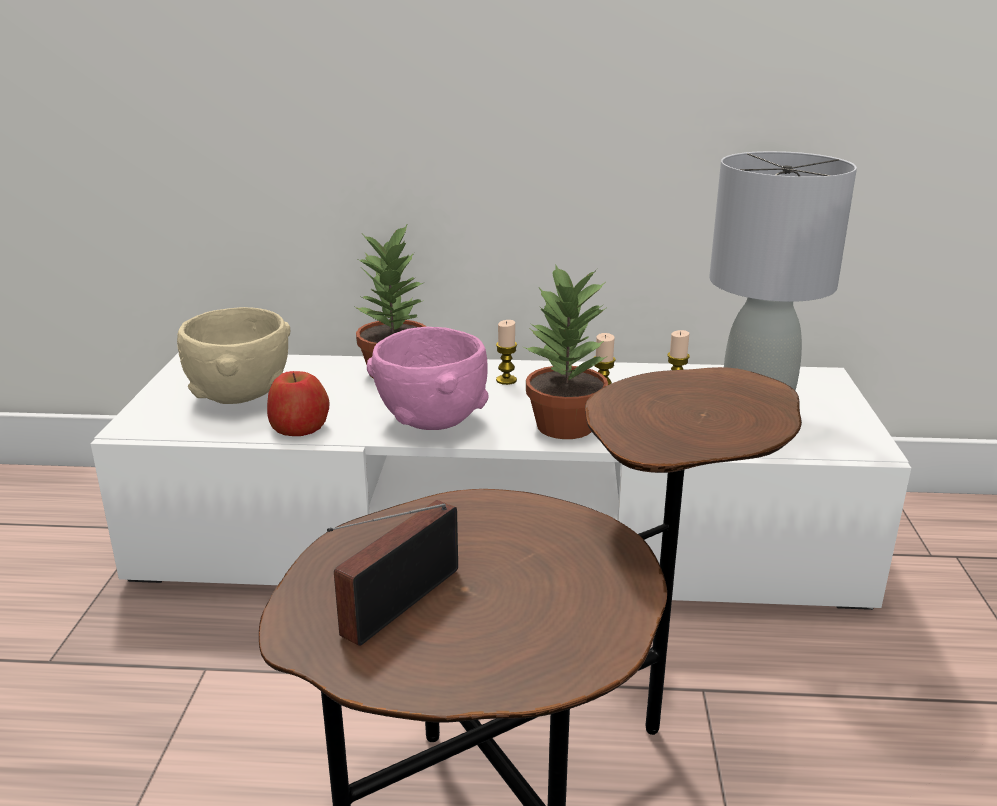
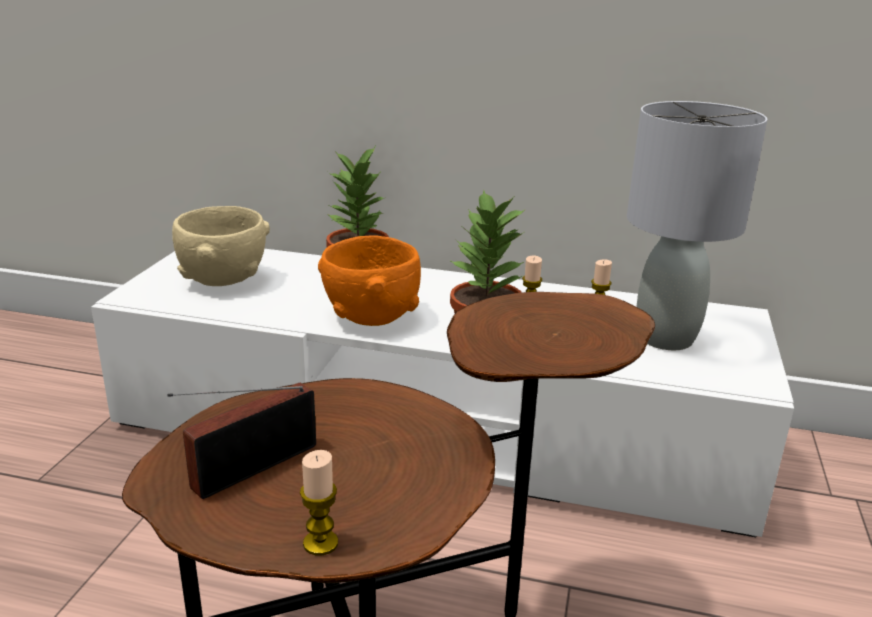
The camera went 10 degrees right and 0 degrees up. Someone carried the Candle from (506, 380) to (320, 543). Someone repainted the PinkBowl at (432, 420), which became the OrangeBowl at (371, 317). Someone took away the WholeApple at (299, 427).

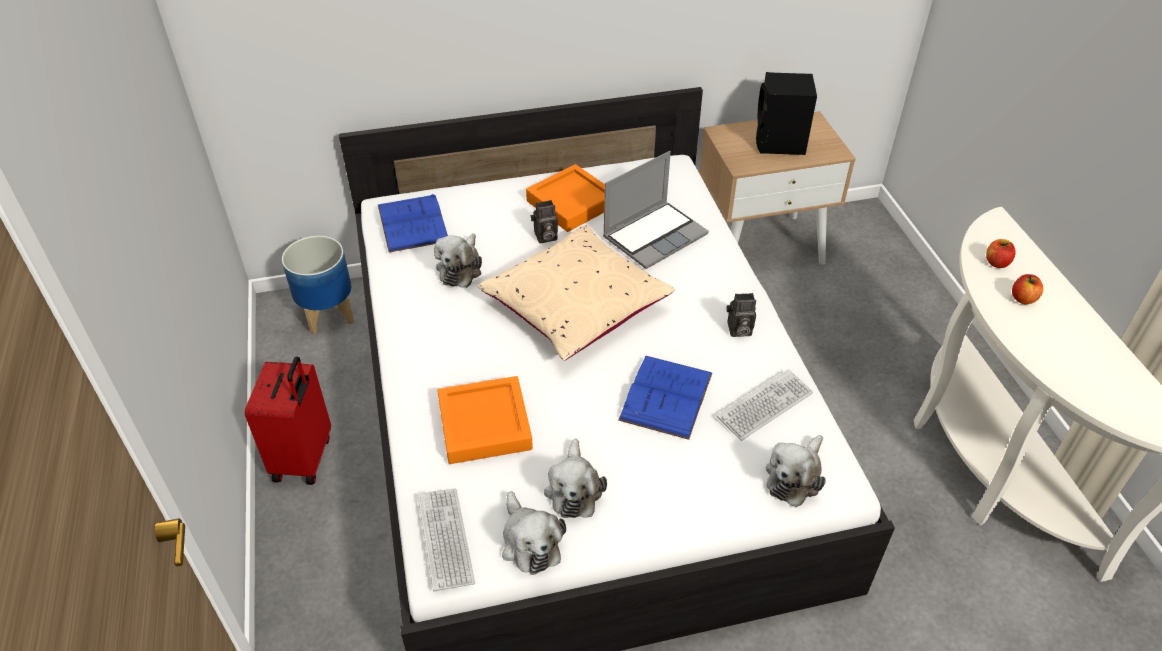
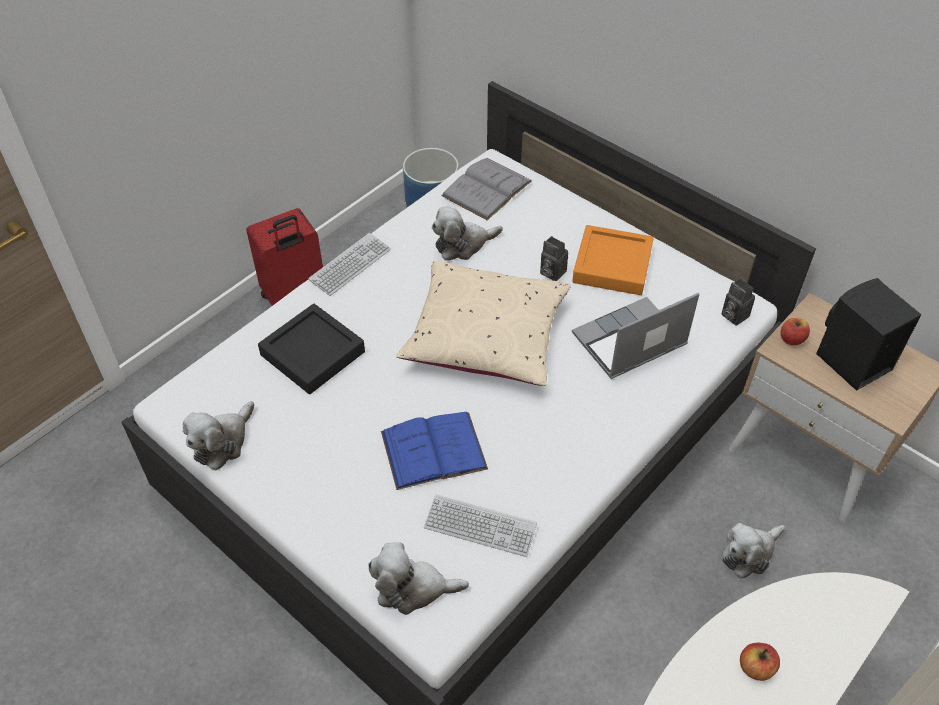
The camera went 55 degrees right and 5 degrees up. Someone rotated the NotebookComputer at (655, 235) by 135 degrees clockwise. Someone repainted the BluishBoundBook at (412, 223), which became the GreyBoundBook at (487, 188). Someone carried the WholeApple from (996, 262) to (791, 339). Someone carried the StillCamera from (738, 330) to (732, 315). Someone repainted the OrangeCarryingTray at (485, 425), which became the BlackColouredCarryingTray at (312, 353). Someone carried the CuddlyToy from (573, 489) to (749, 553). Someone carried the PcKeyboard from (445, 539) to (350, 265).

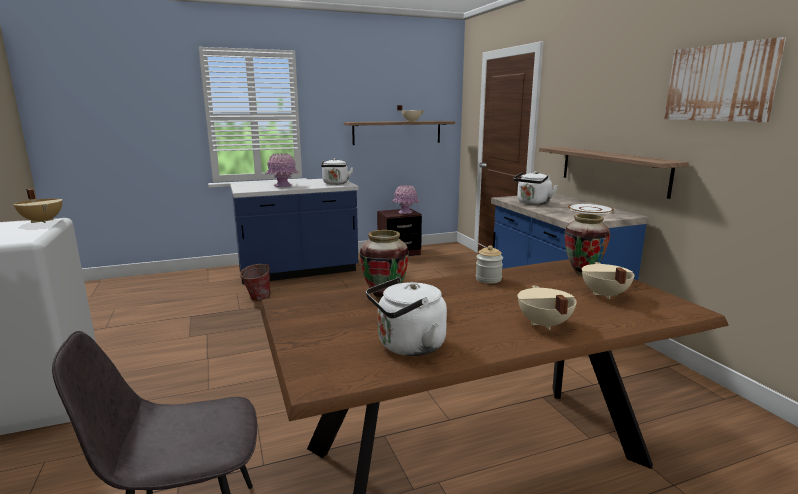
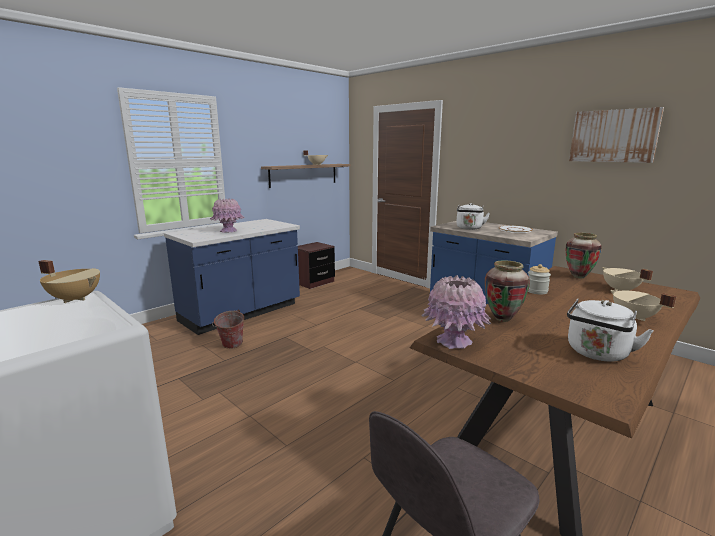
The camera went 25 degrees left and 0 degrees up. Someone took away the BracketShelf at (612, 170). Someone took away the WhitishWaterKettle at (335, 183). Someone carried the PinkFlowerVase from (405, 212) to (453, 341).

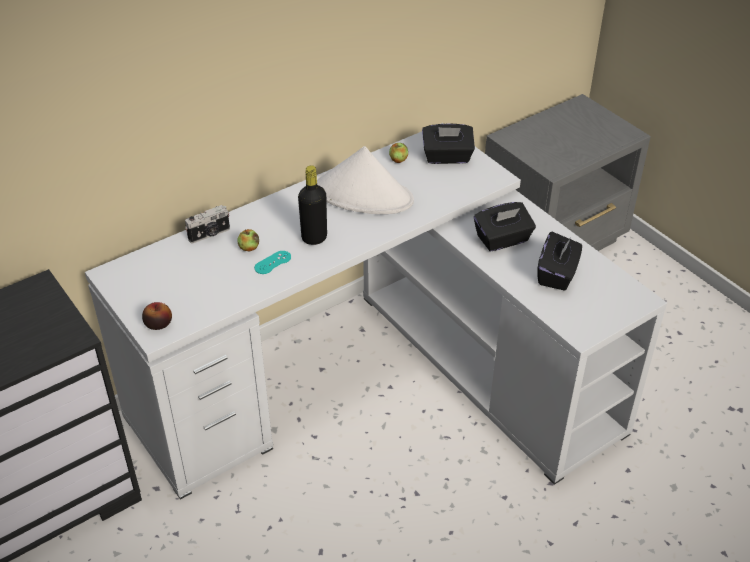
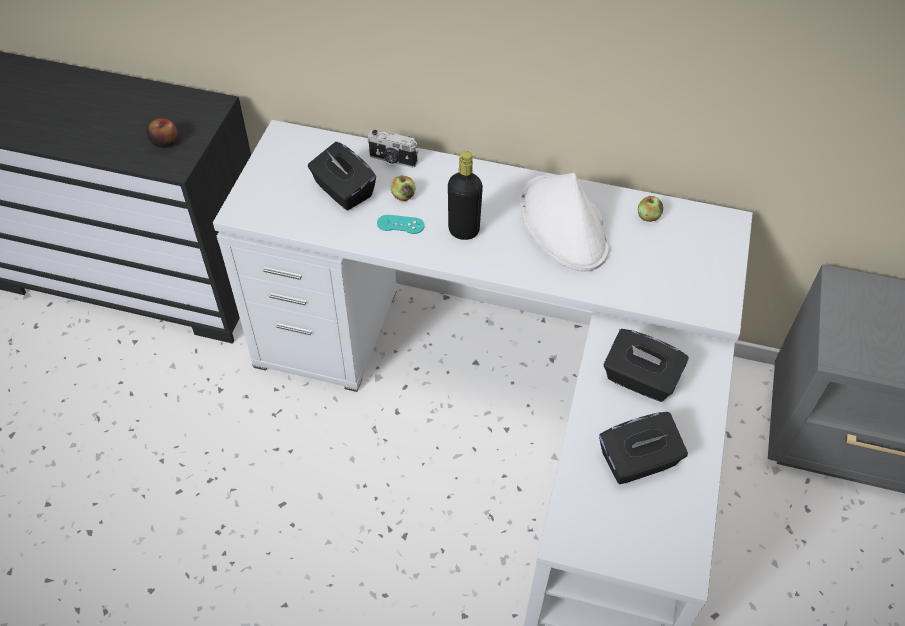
The camera went 50 degrees right and 10 degrees up. Someone carried the BlackColouredTissueHolder from (447, 157) to (343, 191). Someone carried the WholeApple from (158, 324) to (165, 141).

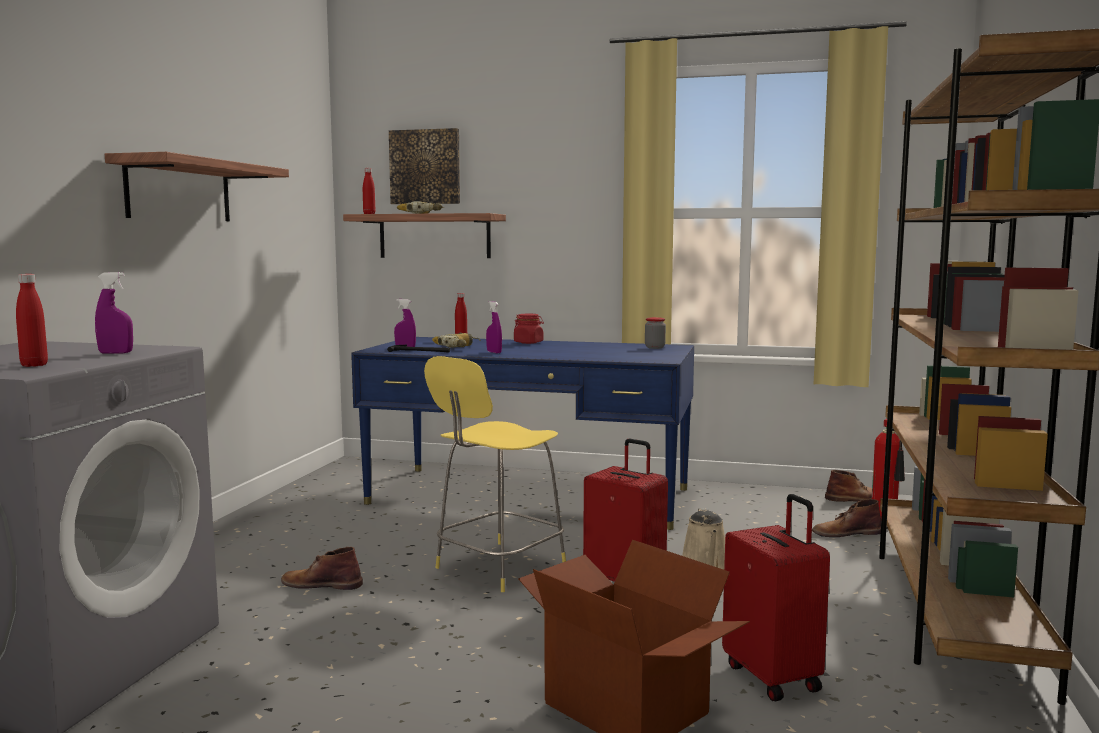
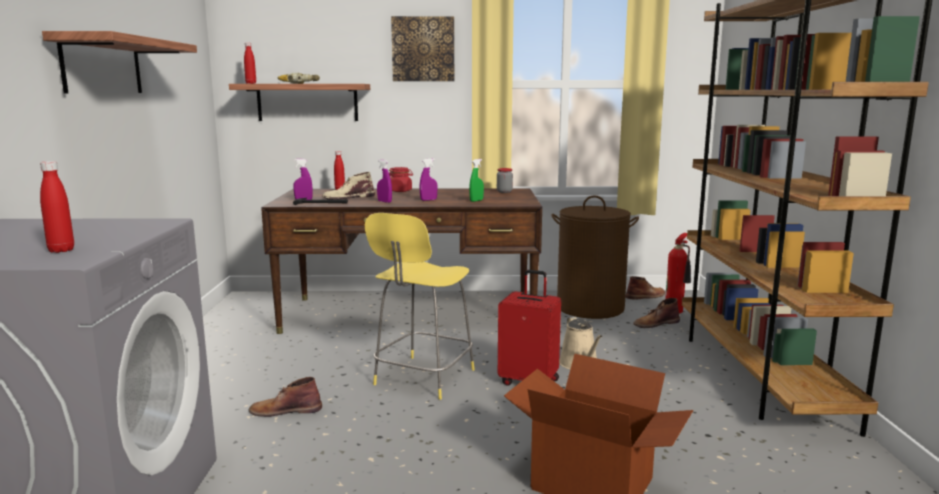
The camera went 15 degrees left and 5 degrees up. Someone carried the WallArt from (425, 167) to (423, 49). Someone carried the PurplishSprayer from (115, 353) to (428, 200). Someone swapped the ElectricDrill at (459, 346) for the BeigeTallBoot at (348, 197). Someone repainted the BluishDeskTable at (529, 496), which became the BrownishDeskTable at (410, 314). Someone took away the RedColouredSuitcase at (774, 677). Someone put down the GreenSprayer at (476, 200). Someone put down the BrownishHamper at (590, 307).

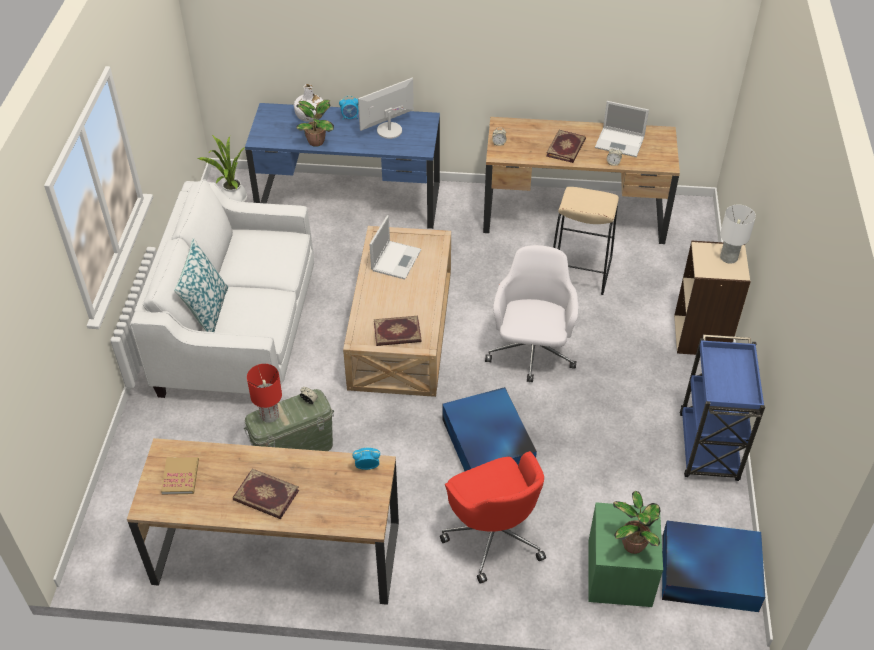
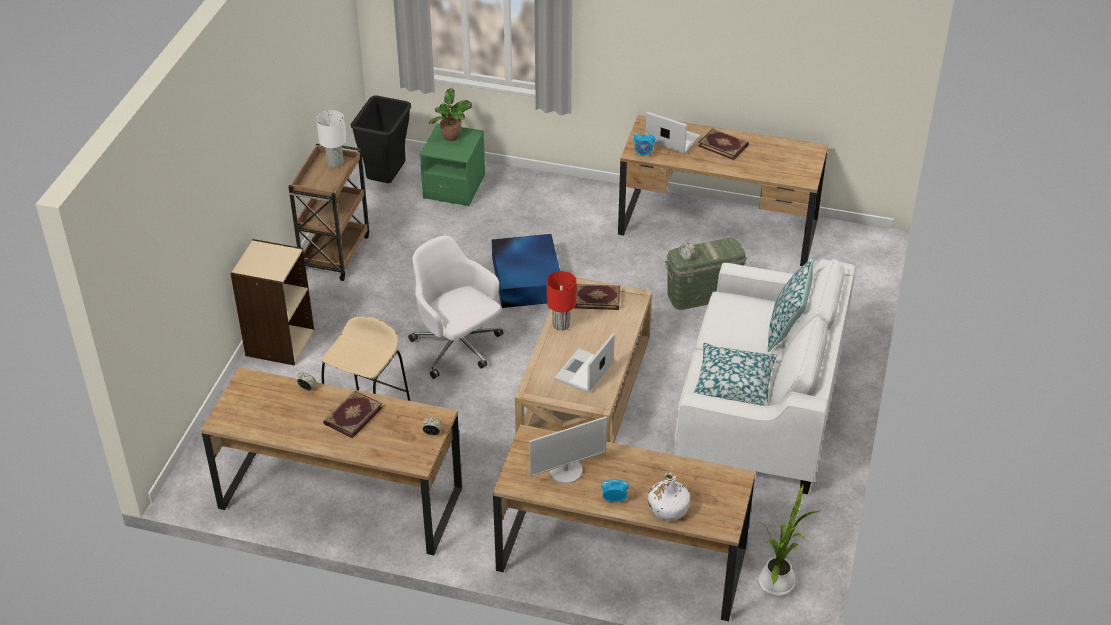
The camera went 170 degrees left and 5 degrees down. Someone took away the Houseplant at (317, 141). Someone carried the NotebookComputer from (620, 142) to (671, 139). Someone repainted the BluishDeskTable at (349, 200), which became the BrownishDeskTable at (621, 559). Someone carried the WhitishTableLamp from (729, 258) to (334, 162). Someone rotated the WhitishComputerChair at (531, 353) by 120 degrees clockwise. Someone repainted the BluishCart at (708, 449), which became the BrownishCart at (335, 253). Someone carried the RedColouredTableLamp from (270, 415) to (561, 325). Someone took away the RedColouredComputerChair at (494, 534). Someone took away the BoundBook at (180, 477). Someone swapped the BluishStorageContainer at (707, 572) for the BlackColouredTrashCan at (387, 181). Someone put down the Cushion at (734, 383).

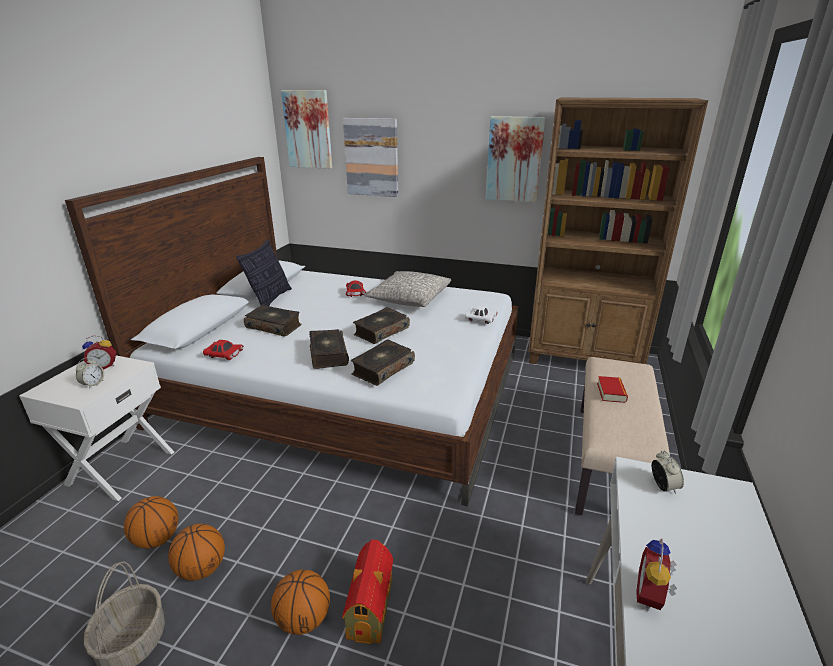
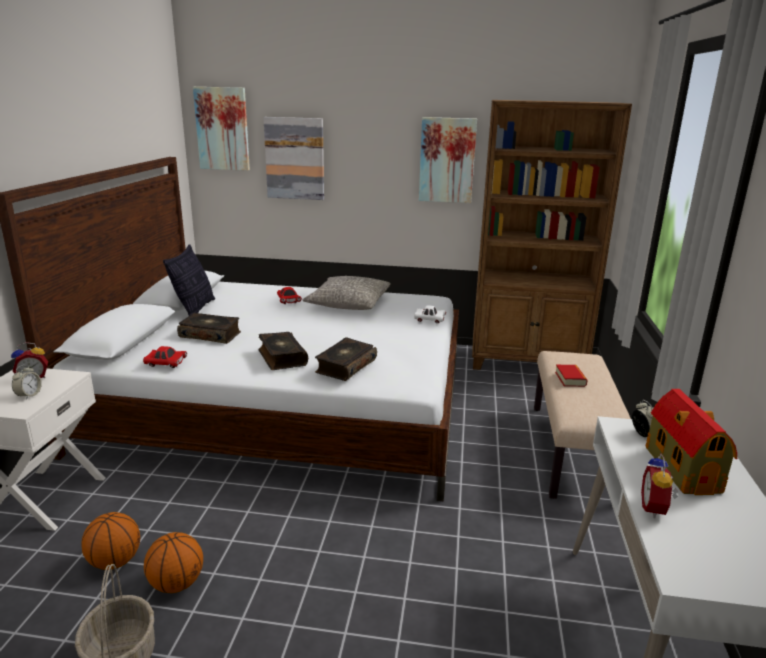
The camera went 10 degrees left and 5 degrees down. Someone took away the BoundBook at (381, 331). Someone carried the MiniatureHouse from (371, 607) to (681, 468). Someone took away the Basketball at (303, 620).

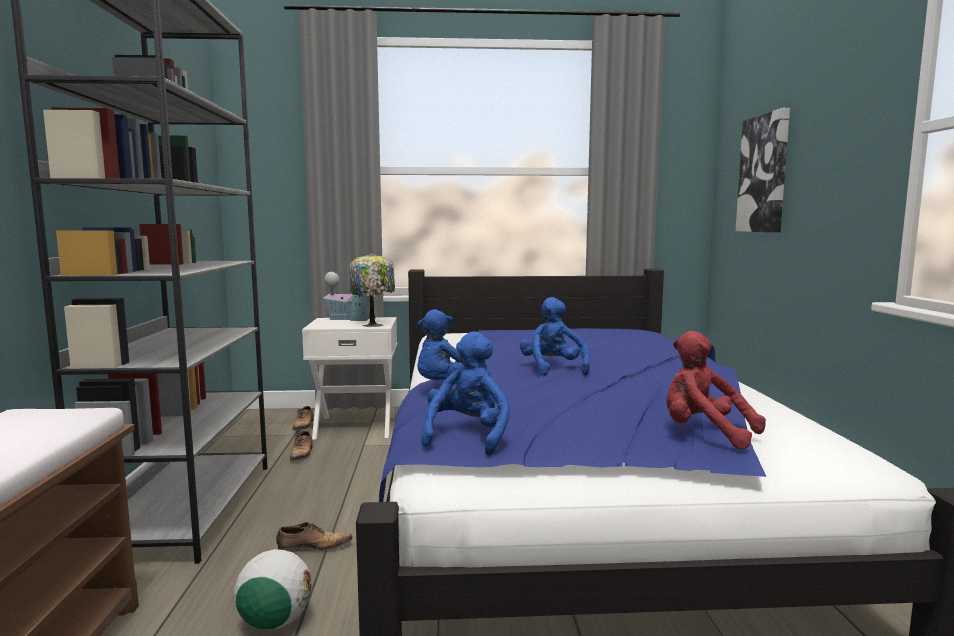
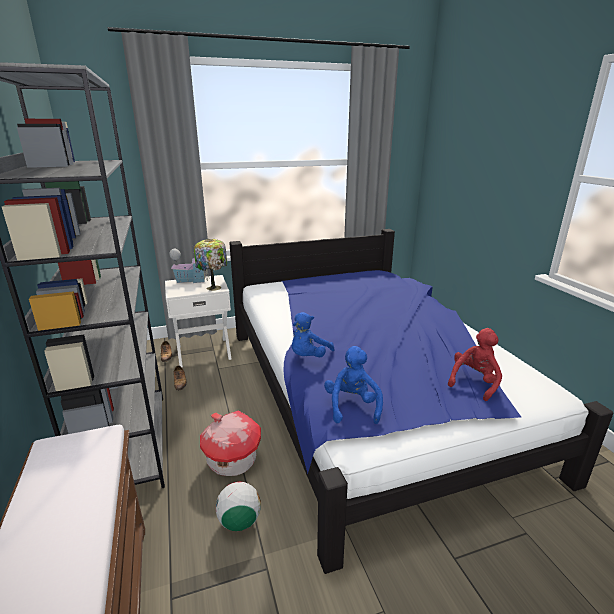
The camera went 15 degrees left and 15 degrees up. Someone took away the WallArt at (764, 174). Someone took away the BluishCuddlyToy at (553, 369). Someone rotated the RedColouredCuddlyToy at (704, 433) by 105 degrees clockwise. Someone swapped the LowShoe at (313, 547) for the MiniatureHouse at (231, 460).

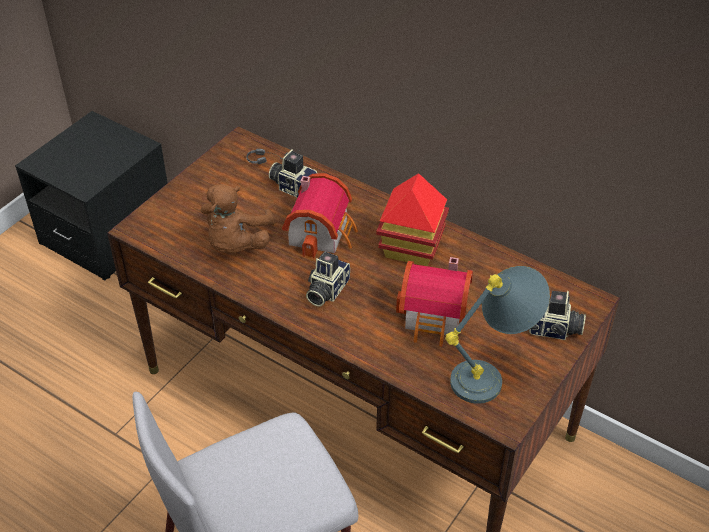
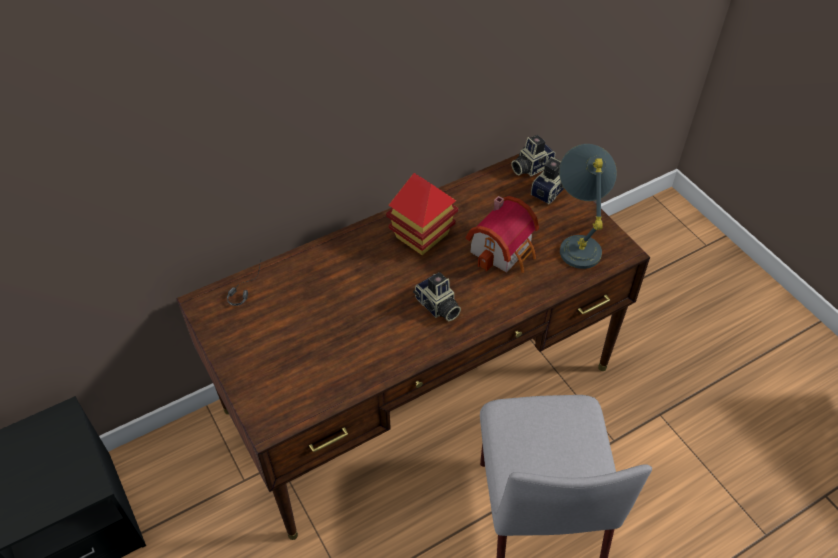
The camera went 65 degrees left and 5 degrees up. Someone carried the StillCamera from (294, 186) to (530, 167). Someone took away the MiniatureHouse at (322, 232). Someone took away the BrownishCuddlyToy at (236, 244).

